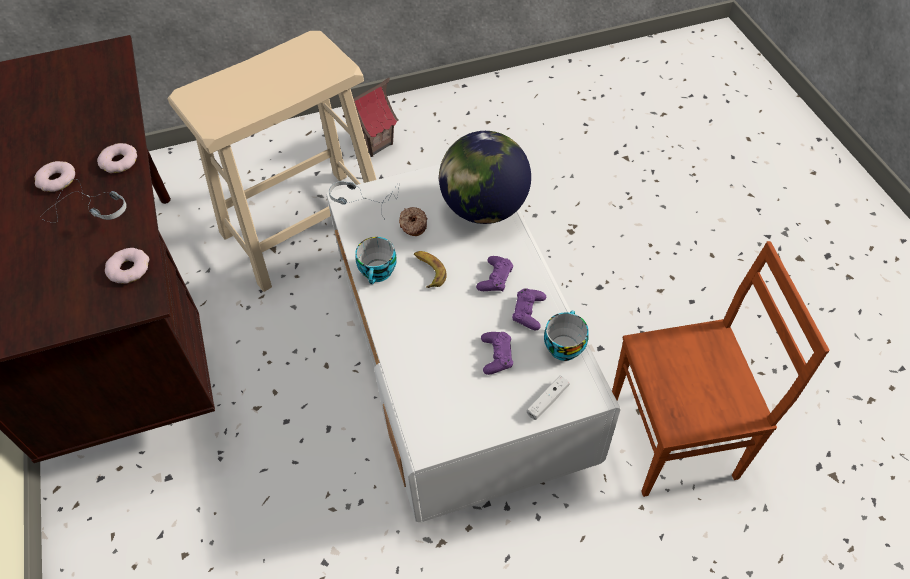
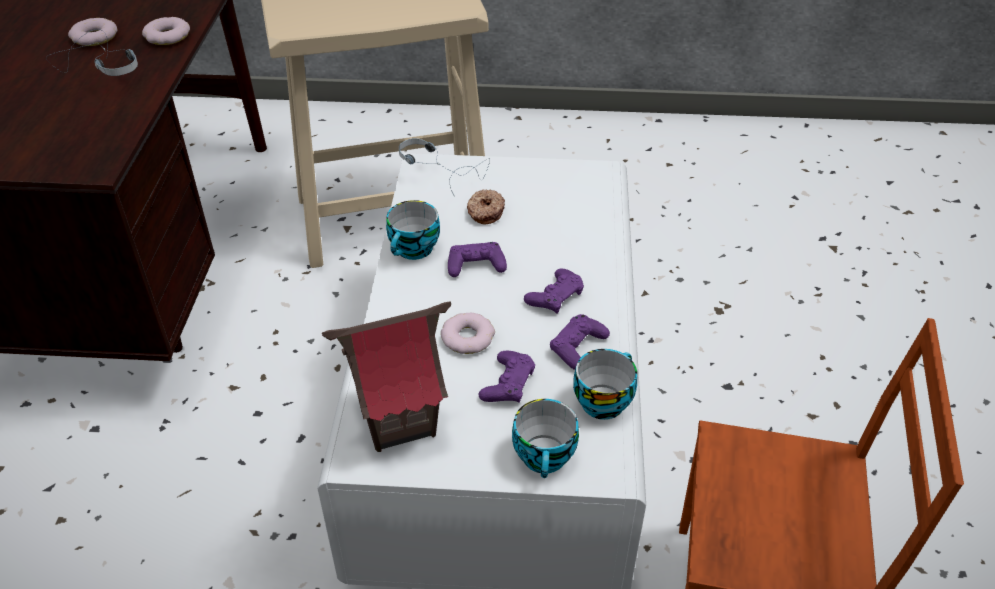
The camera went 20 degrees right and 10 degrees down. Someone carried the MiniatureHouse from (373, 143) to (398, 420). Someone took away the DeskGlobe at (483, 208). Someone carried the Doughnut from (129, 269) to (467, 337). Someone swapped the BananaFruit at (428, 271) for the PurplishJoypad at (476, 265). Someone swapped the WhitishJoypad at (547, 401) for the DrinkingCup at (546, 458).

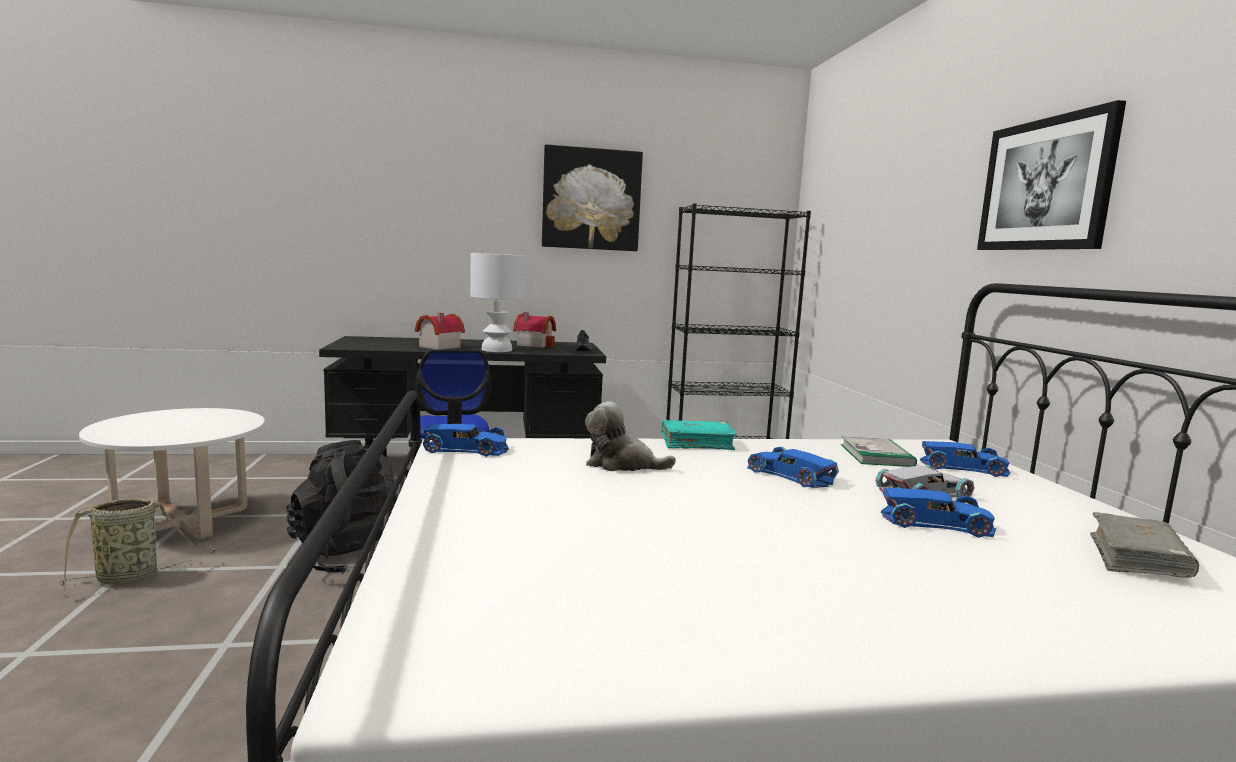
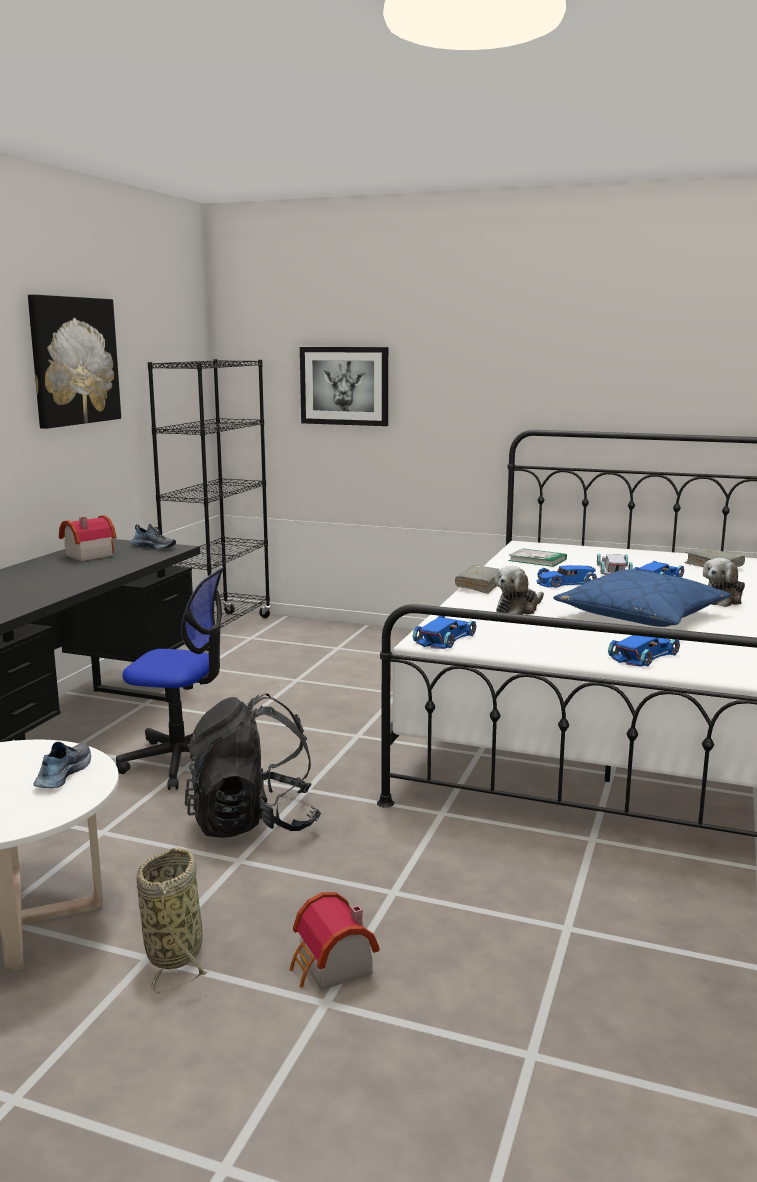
The camera went 60 degrees left and 5 degrees up. Someone carried the WallArt from (1046, 184) to (344, 386). Someone took away the WhitishTableLamp at (496, 350). Someone carried the MiniatureHouse from (437, 347) to (332, 968). Someone repainted the TurquoiseColouredBoundBook at (697, 443), which became the GreyBoundBook at (479, 586). Someone carried the BluishModelCar from (964, 467) to (645, 656). Someone put down the CuddlyToy at (723, 600). Someone put down the BluishCushion at (640, 615). Someone put down the LowShoe at (62, 774).

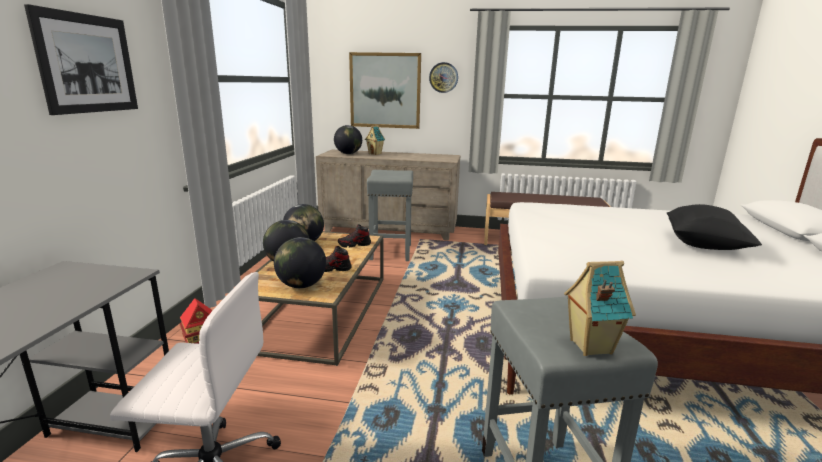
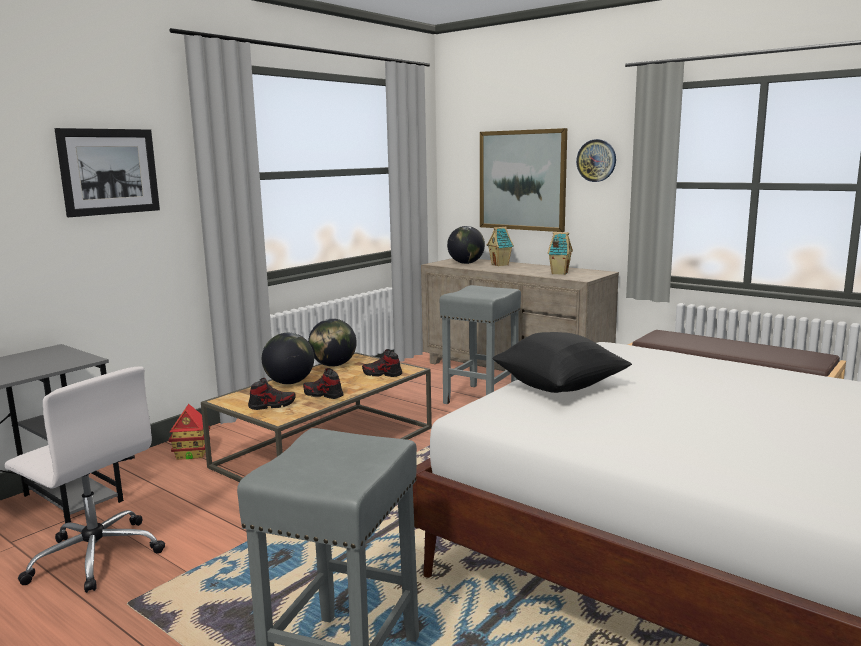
The camera went 30 degrees right and 5 degrees down. Someone carried the BlackColouredCushion from (703, 246) to (559, 388). Someone swapped the DeskGlobe at (301, 285) for the LowShoe at (272, 405). Someone carried the MiniatureHouse from (589, 346) to (559, 273).

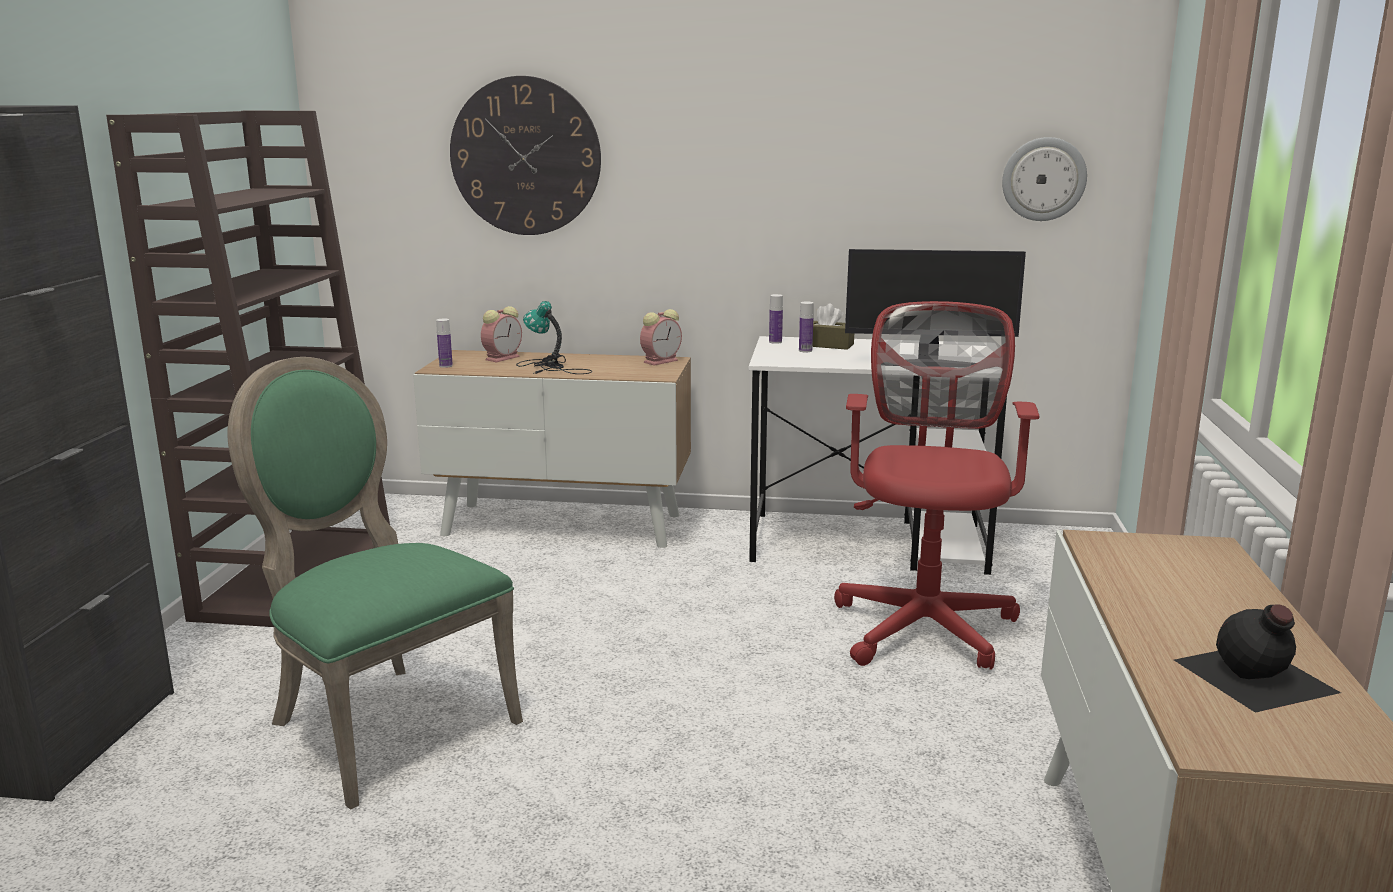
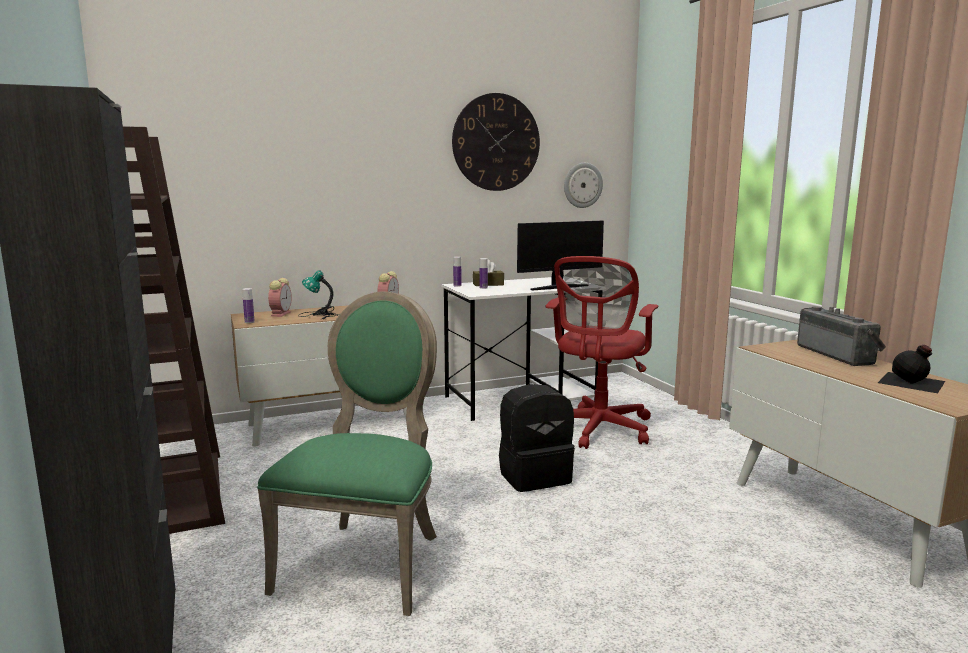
The camera went 30 degrees left and 5 degrees down. Someone carried the ClockOnTheWall from (525, 156) to (496, 142). Someone rotated the RedColouredComputerChair at (925, 623) by 135 degrees counterclockwise. Someone rotated the GreenChair at (383, 723) by 90 degrees clockwise. Someone put down the RadioSet at (838, 355). Someone put down the BlackColouredBackpack at (534, 476).

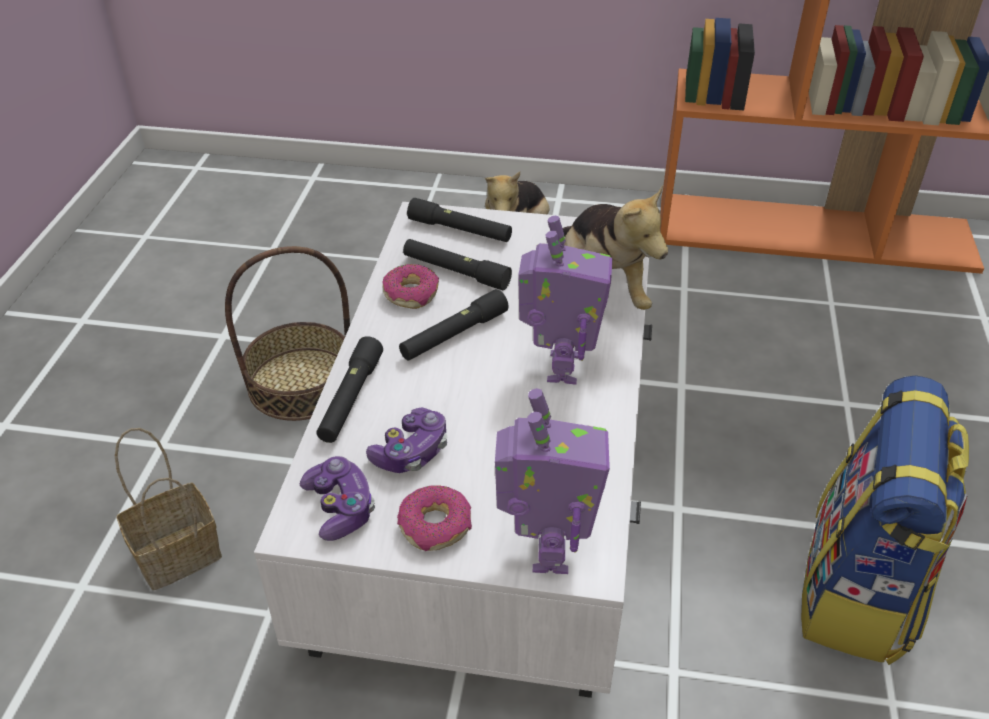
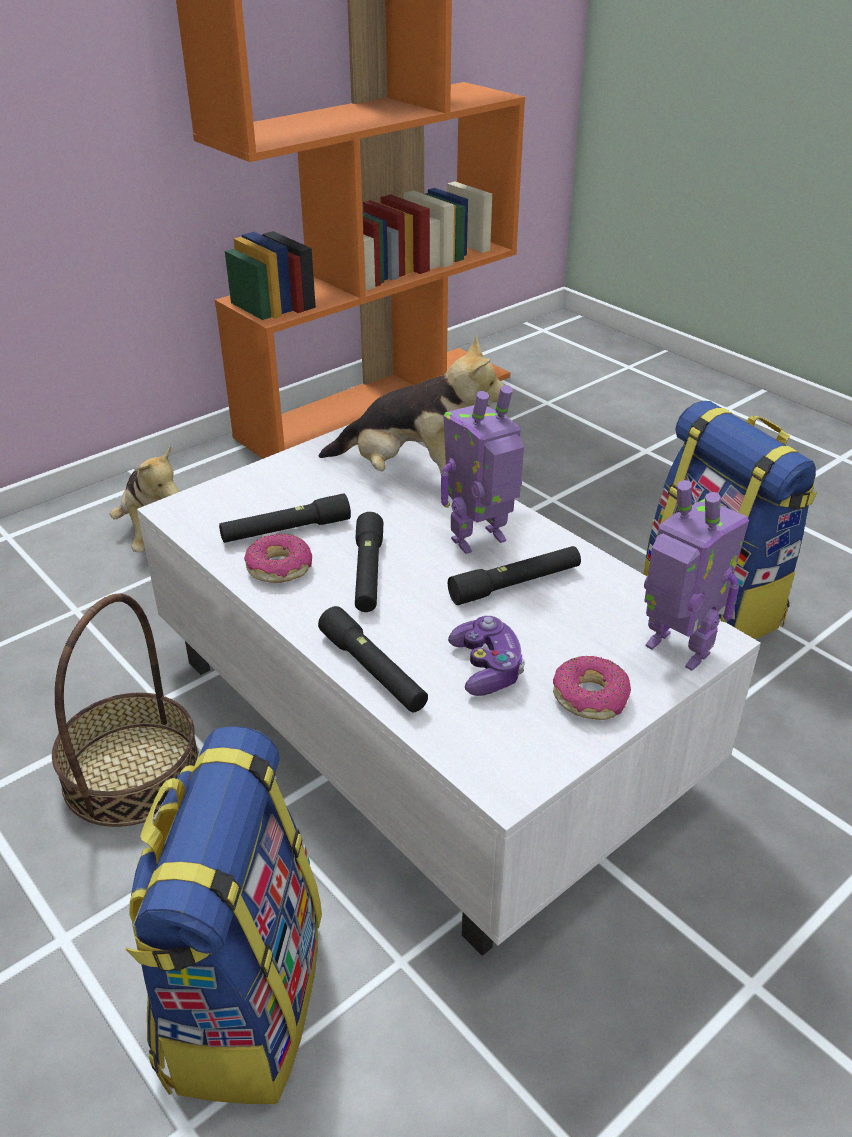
The camera went 50 degrees left and 5 degrees down. Someone carried the BlackColouredTorch from (460, 230) to (515, 584). Someone rotated the RobotFigure at (559, 367) by 75 degrees counterclockwise. Someone swapped the Basket at (180, 552) for the Backpack at (241, 1000). Someone took away the Joypad at (340, 507).

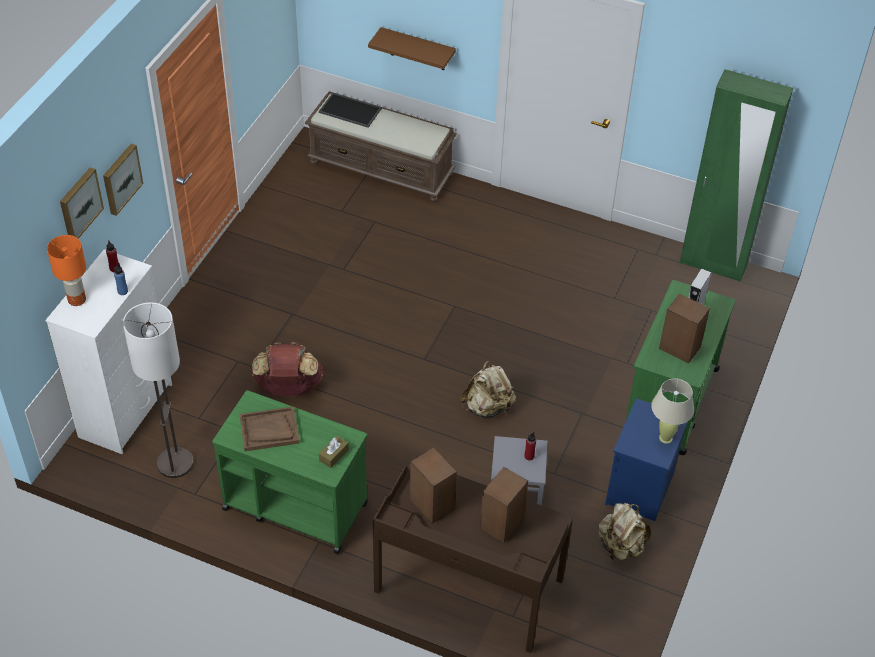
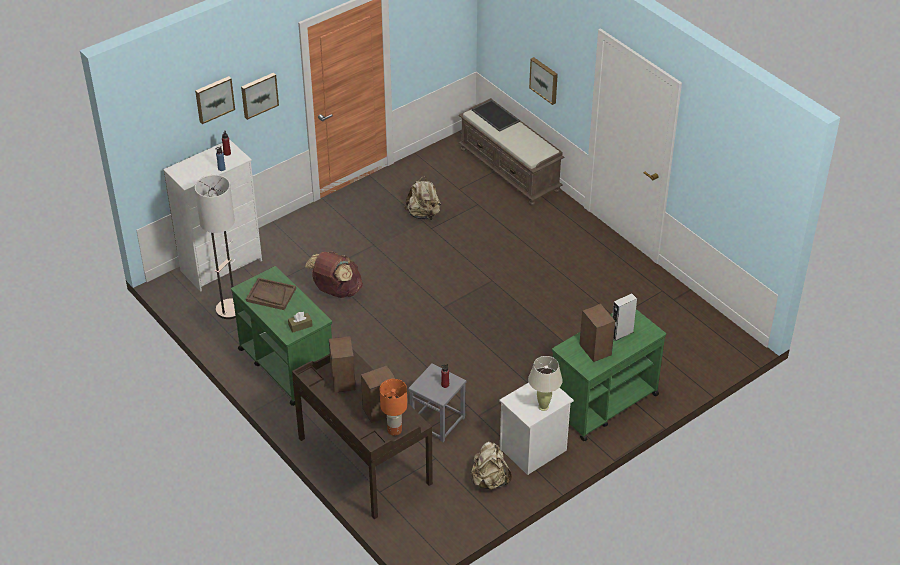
The camera went 30 degrees right and 5 degrees down. Someone swapped the BrownishBracketShelf at (417, 49) for the WallArt at (544, 80). Someone took away the GreenWardrobe at (713, 264). Someone carried the OrangeTableLamp from (76, 300) to (394, 430). Someone carried the BeigeBackpack from (488, 407) to (423, 214). Someone repainted the BluishBedsideTable at (640, 490), which became the WhitishBedsideTable at (533, 451).

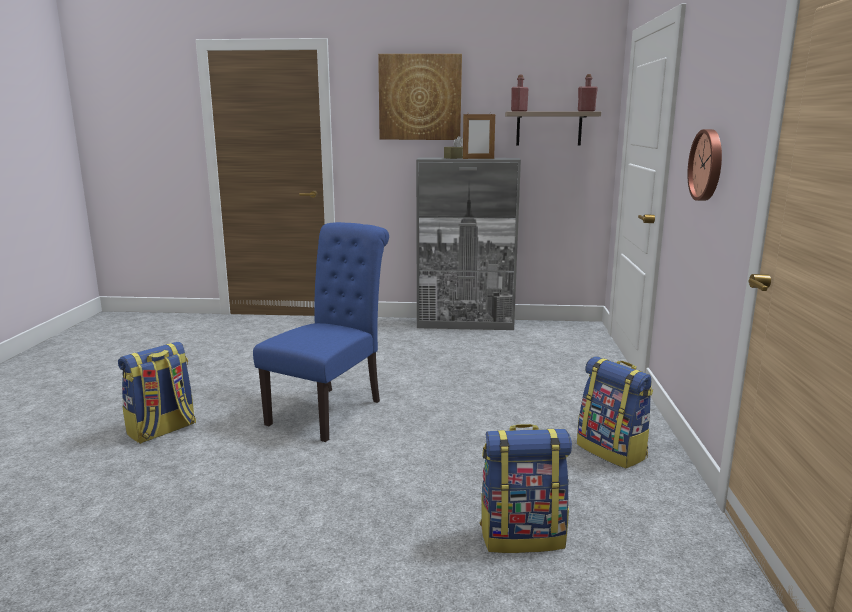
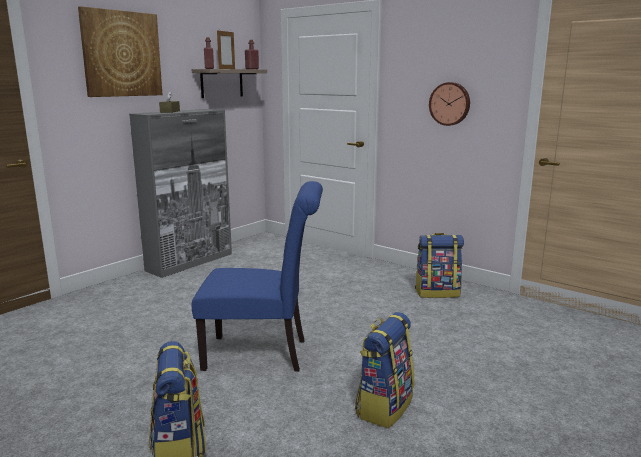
The camera went 55 degrees left and 0 degrees up. Someone carried the StandingFrame from (478, 158) to (227, 69). Someone rotated the BluishChair at (330, 410) by 120 degrees clockwise. Someone carried the Backpack from (522, 536) to (384, 406).

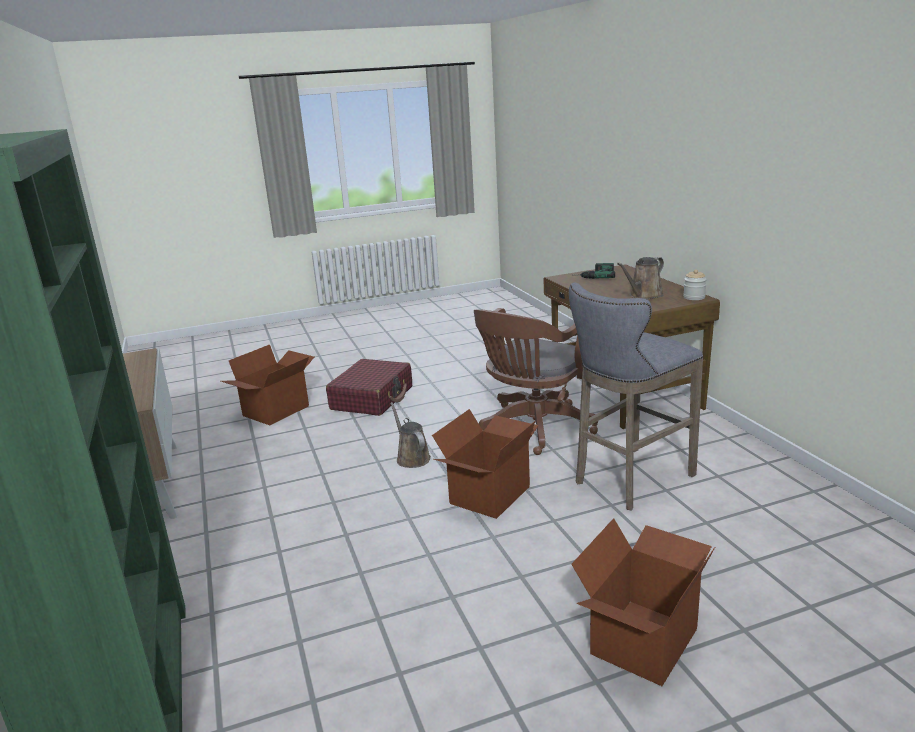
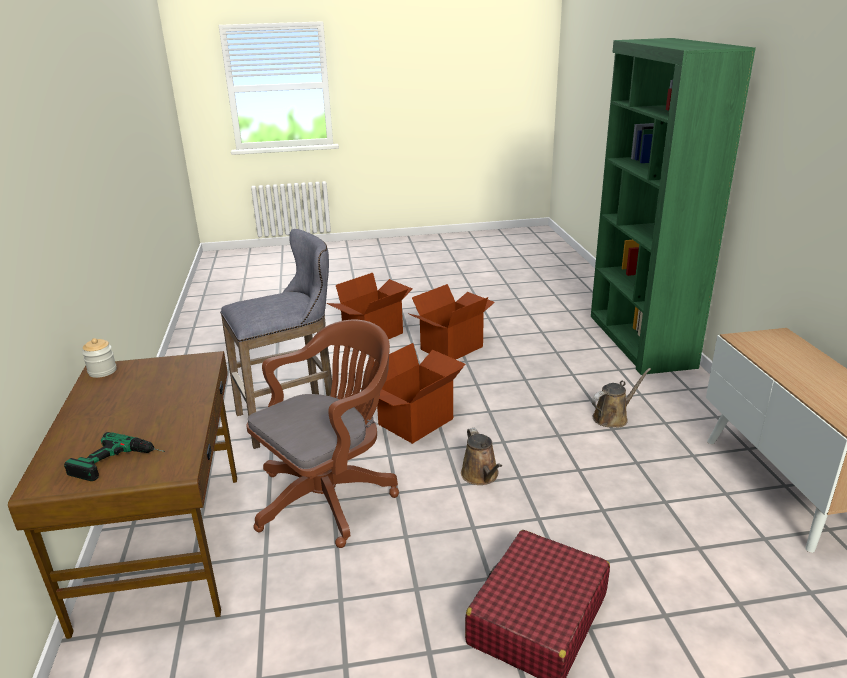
The camera went 170 degrees left and 5 degrees up. Someone carried the BrownishWateringPot from (644, 295) to (613, 417). Someone carried the PackingBox from (276, 411) to (451, 347).

